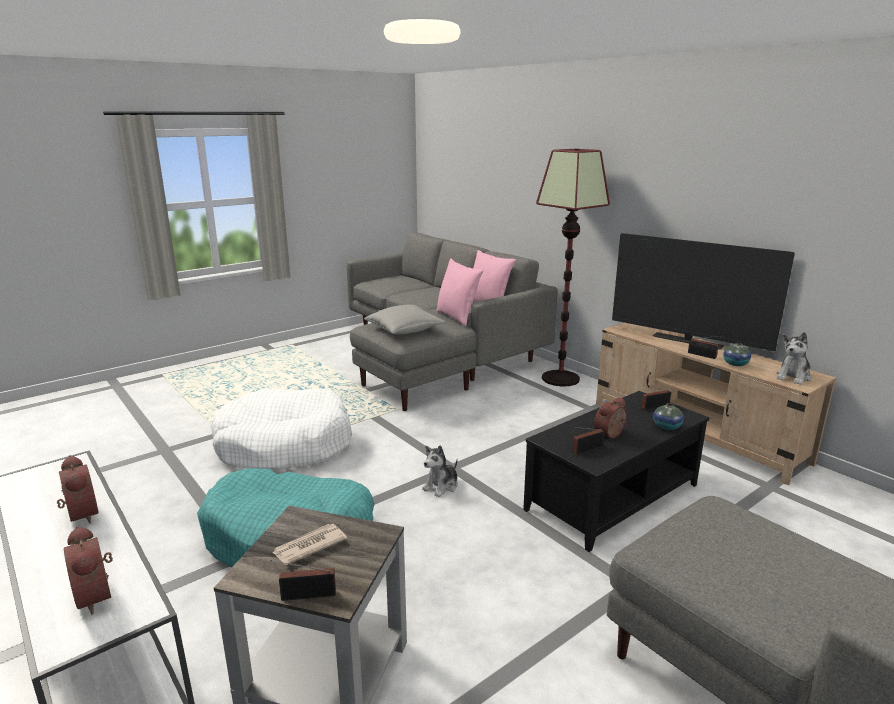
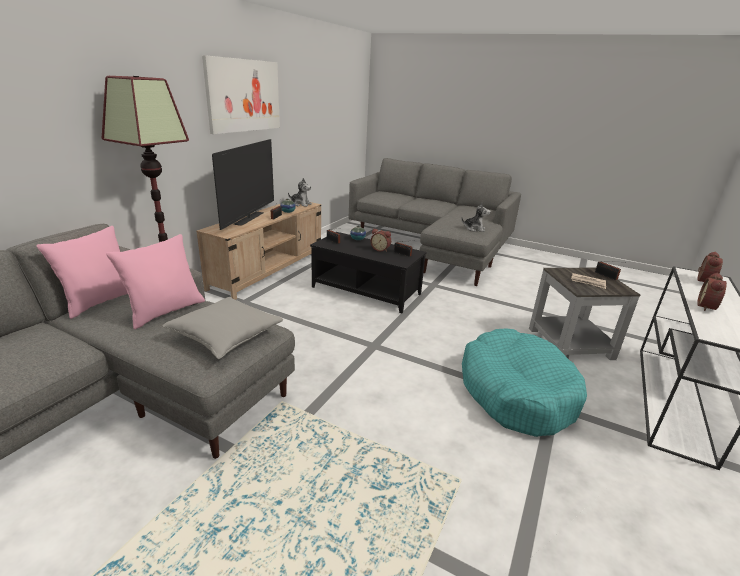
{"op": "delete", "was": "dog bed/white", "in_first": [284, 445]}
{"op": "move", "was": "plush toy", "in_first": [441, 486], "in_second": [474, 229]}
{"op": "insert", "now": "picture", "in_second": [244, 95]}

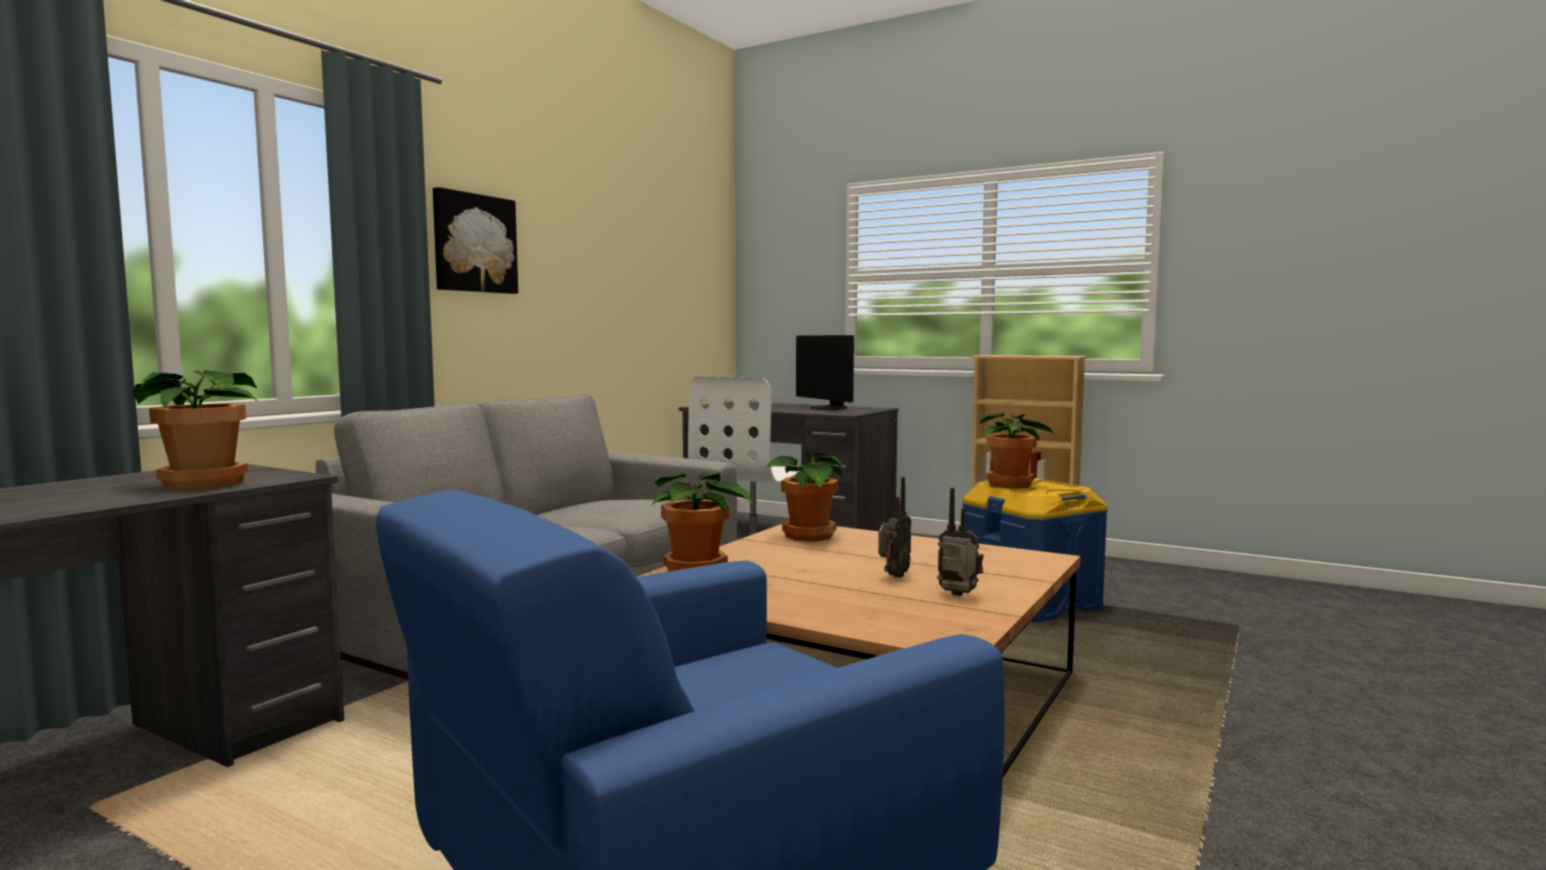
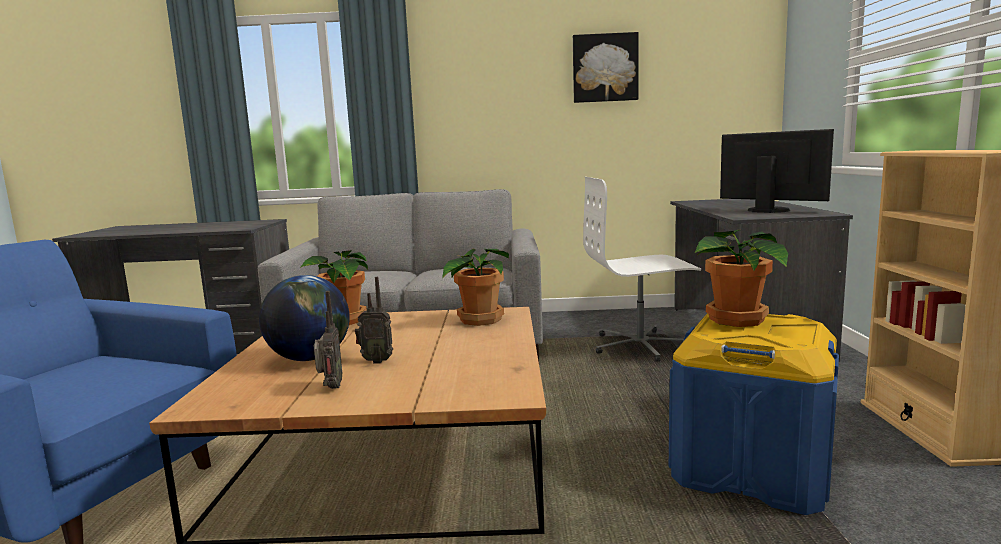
{"op": "delete", "was": "potted plant", "in_first": [203, 484]}
{"op": "move", "was": "picture", "in_first": [473, 243], "in_second": [605, 68]}
{"op": "rotate", "was": "monitor", "in_first": [826, 409], "in_second": [769, 210], "clockwise": 105}
{"op": "insert", "now": "globe", "in_second": [310, 358]}

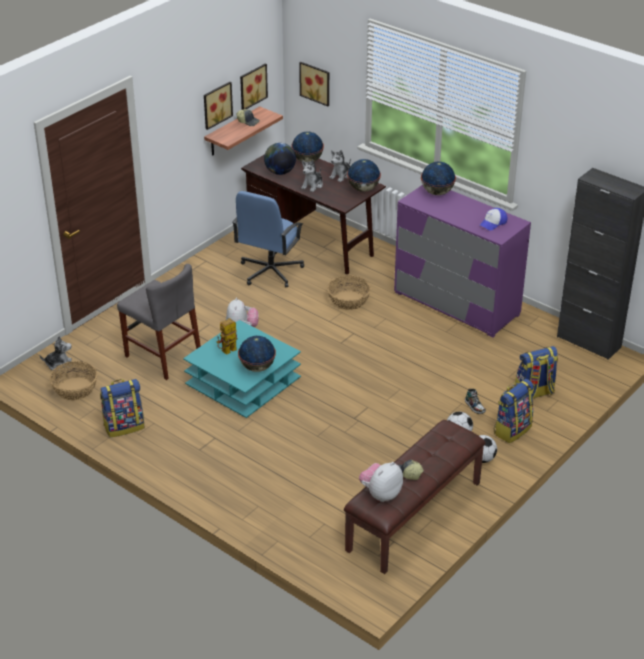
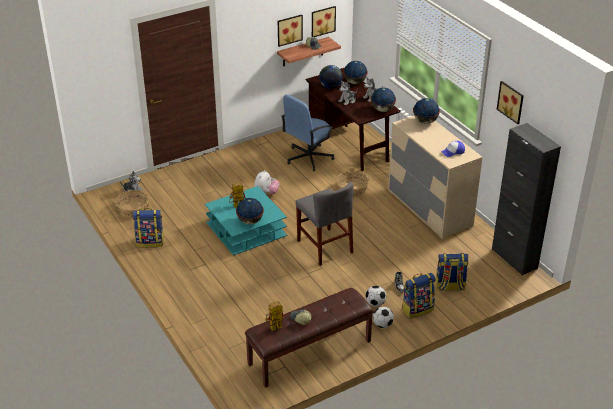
{"op": "move", "was": "chair/grey", "in_first": [163, 356], "in_second": [324, 246]}
{"op": "move", "was": "picture", "in_first": [316, 83], "in_second": [511, 101]}
{"op": "replace", "was": "plush toy", "now": "toy robot", "in_first": [381, 494], "in_second": [273, 328]}
{"op": "recolor", "was": "dresser/purple", "now": "dresser/beige", "in_first": [456, 303], "in_second": [429, 209]}

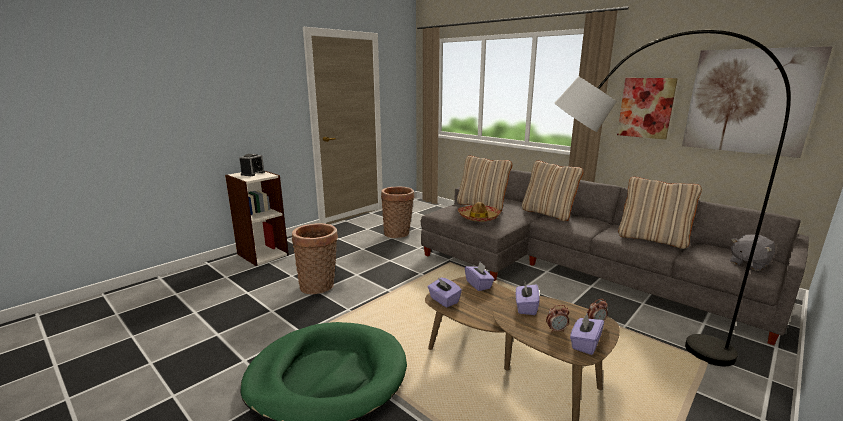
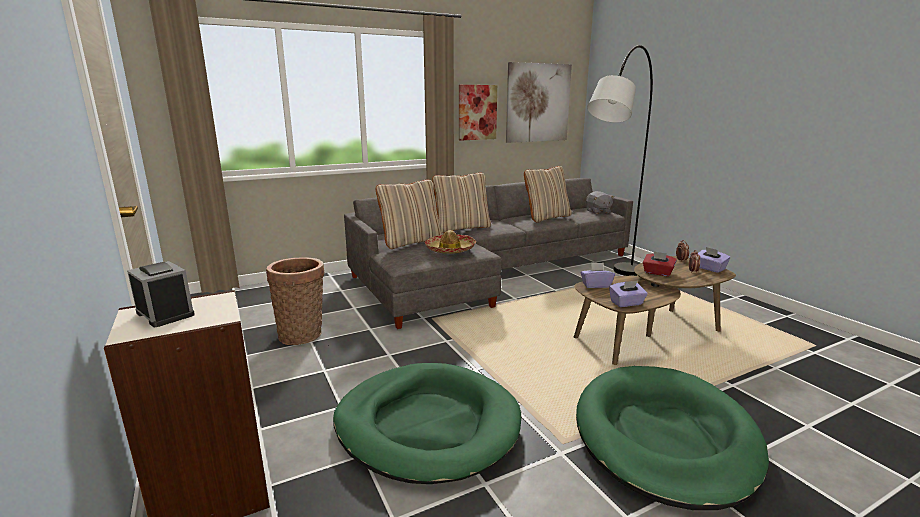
{"op": "replace", "was": "basket", "now": "dog bed/green", "in_first": [319, 286], "in_second": [427, 425]}
{"op": "recolor", "was": "tissue box/purple", "now": "tissue box/red", "in_first": [526, 307], "in_second": [657, 273]}

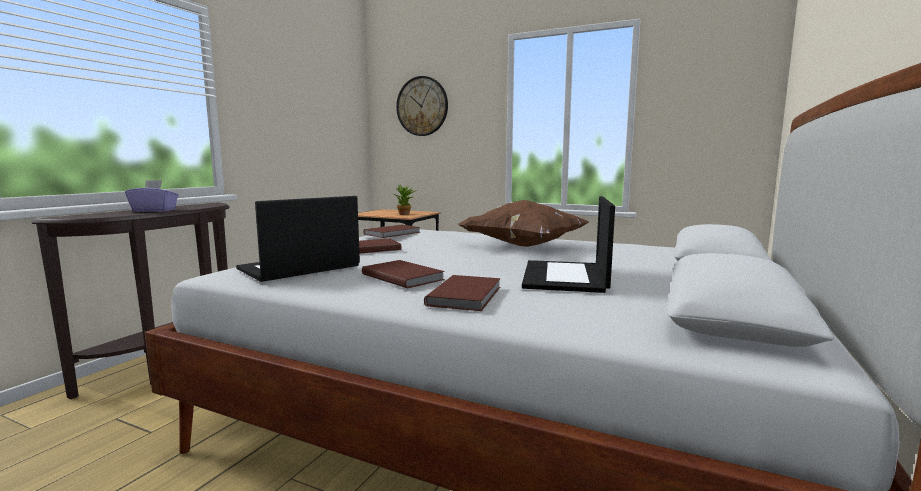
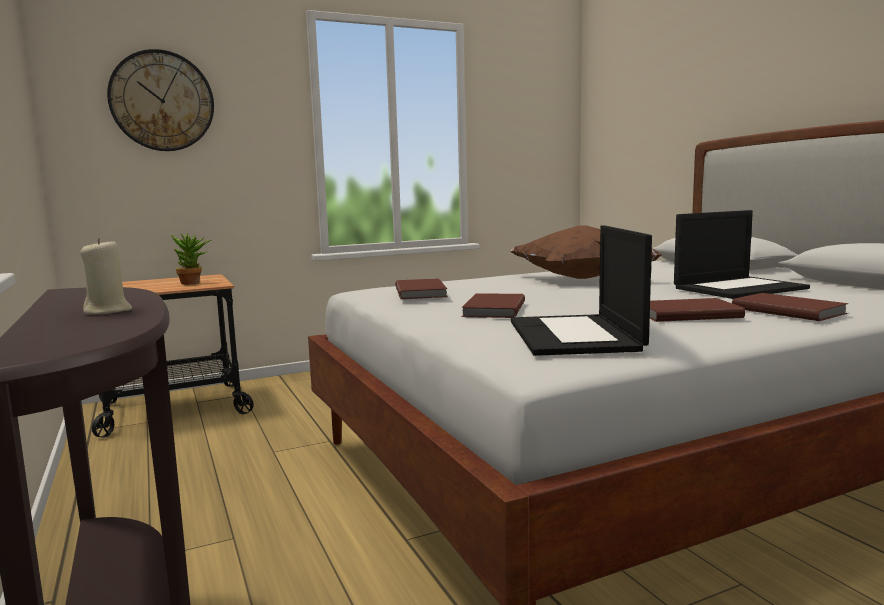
{"op": "replace", "was": "tissue box/purple", "now": "candle/beige", "in_first": [154, 210], "in_second": [108, 311]}
{"op": "rotate", "was": "laptop", "in_first": [565, 277], "in_second": [739, 288], "clockwise": -75}

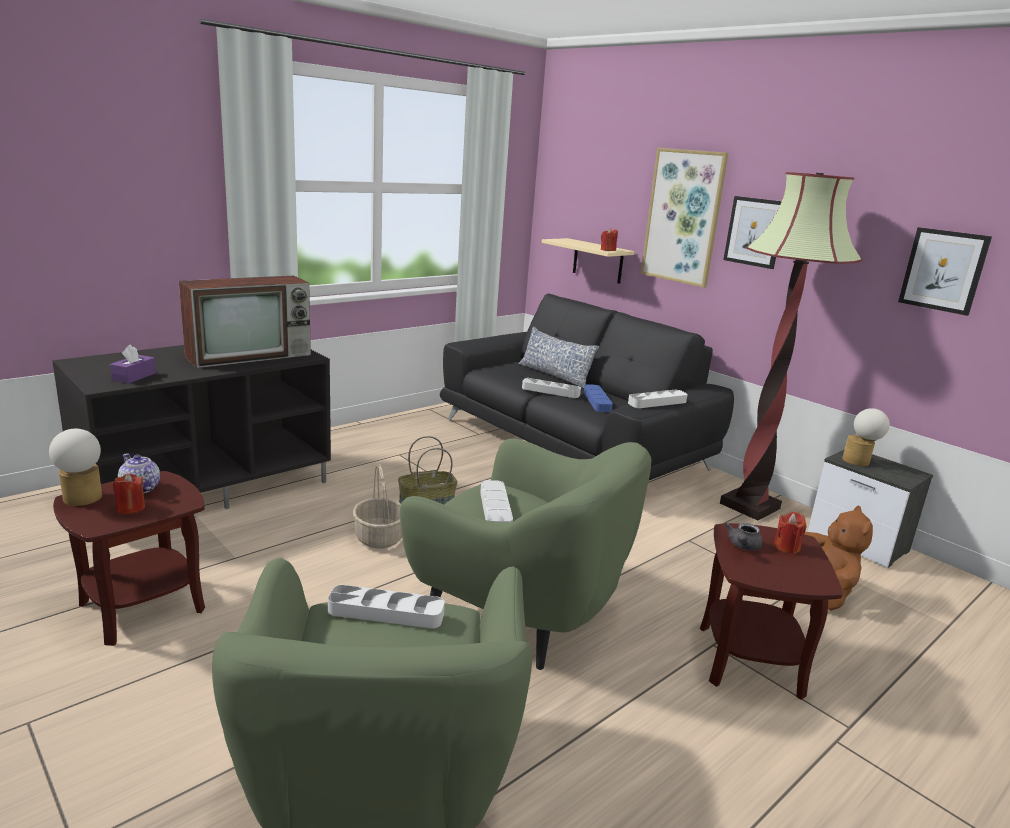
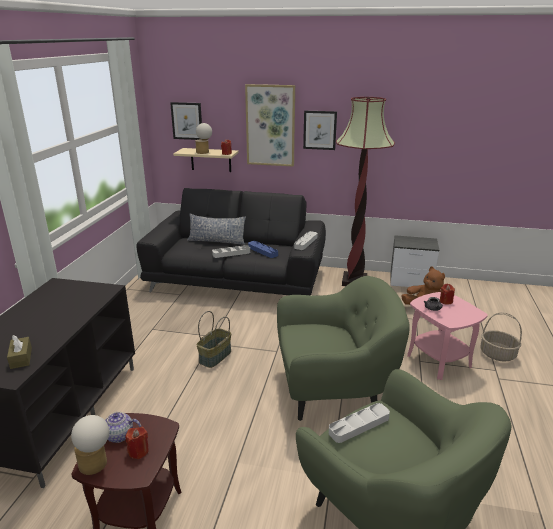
{"op": "recolor", "was": "tissue box/purple", "now": "tissue box/brown", "in_first": [134, 376], "in_second": [21, 358]}
{"op": "delete", "was": "television", "in_first": [251, 355]}
{"op": "move", "was": "basket", "in_first": [380, 538], "in_second": [498, 354]}
{"op": "delete", "was": "tray/grey", "in_first": [495, 510]}
{"op": "recolor", "was": "side table/brown", "now": "side table/pink", "in_first": [750, 661], "in_second": [439, 360]}
{"op": "move", "was": "table lamp", "in_first": [860, 461], "in_second": [204, 152]}
{"op": "move", "was": "picture", "in_first": [943, 270], "in_second": [187, 121]}

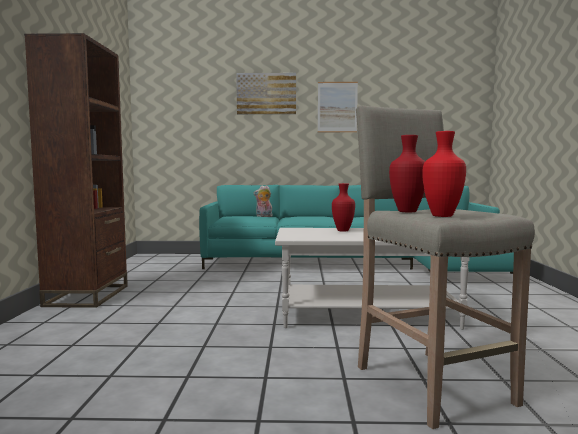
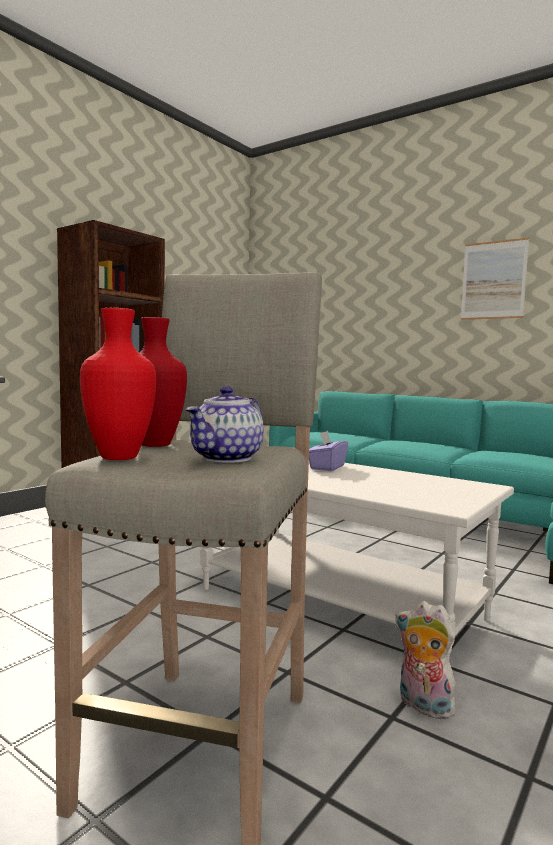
{"op": "delete", "was": "picture", "in_first": [266, 94]}
{"op": "move", "was": "plush toy", "in_first": [263, 216], "in_second": [422, 706]}
{"op": "replace", "was": "vase/red", "now": "tissue box/purple", "in_first": [343, 231], "in_second": [326, 467]}
{"op": "insert", "now": "teapot", "in_second": [227, 458]}

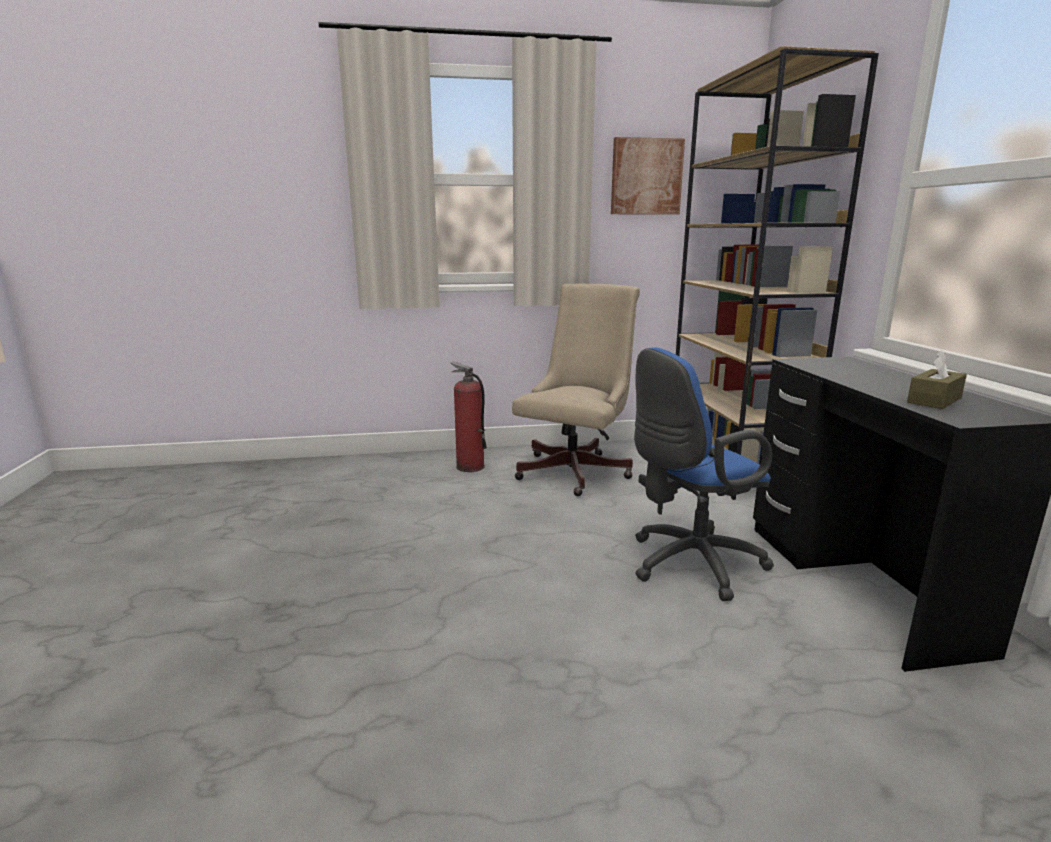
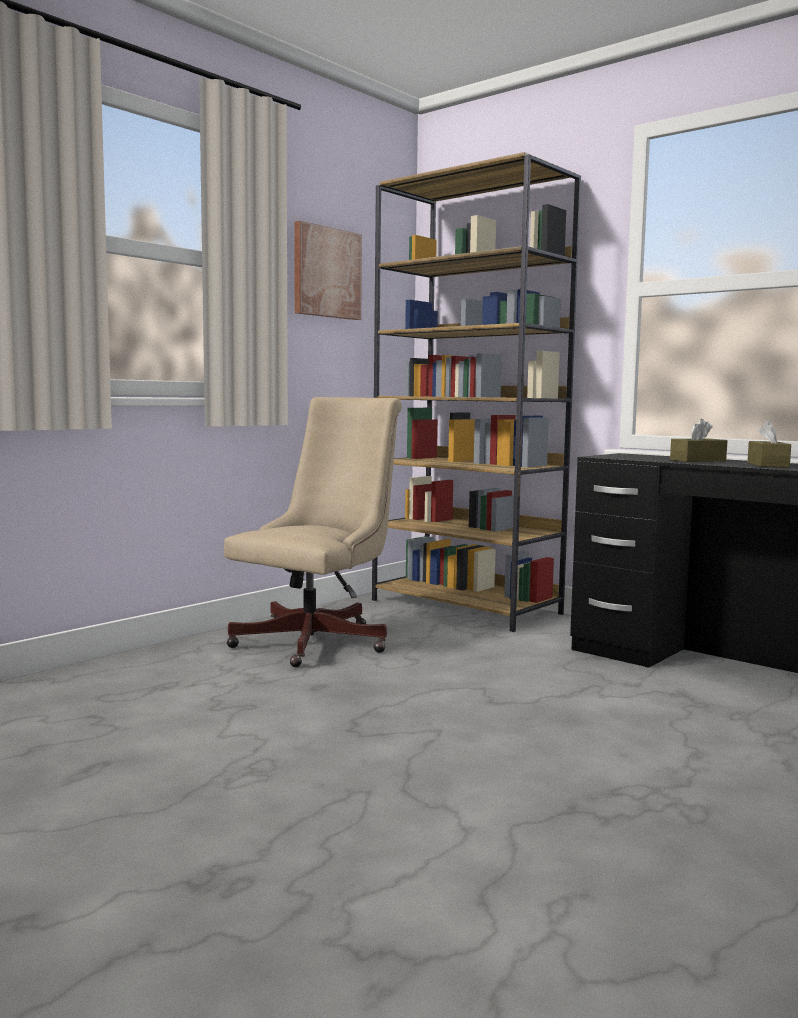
{"op": "delete", "was": "fire extinguisher", "in_first": [470, 466]}
{"op": "rotate", "was": "office chair/beige", "in_first": [577, 470], "in_second": [319, 641], "clockwise": 45}
{"op": "delete", "was": "office chair/blue", "in_first": [689, 564]}
{"op": "insert", "now": "tissue box/brown", "in_second": [697, 460]}

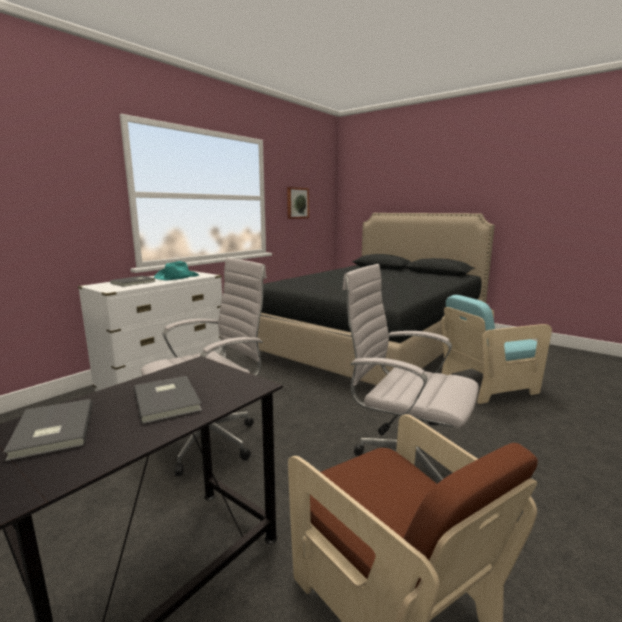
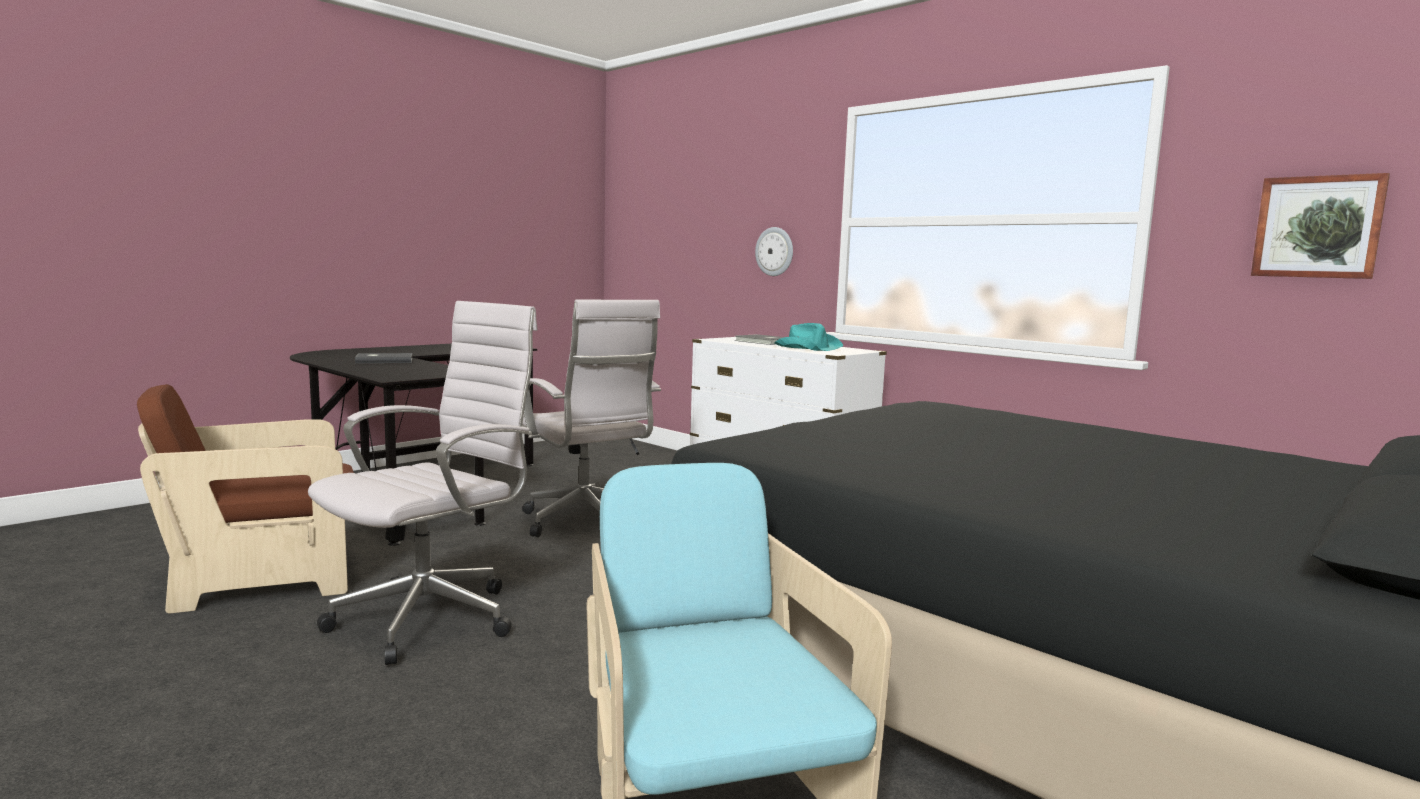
{"op": "delete", "was": "book/grey", "in_first": [168, 400]}
{"op": "insert", "now": "wall clock", "in_second": [775, 251]}

